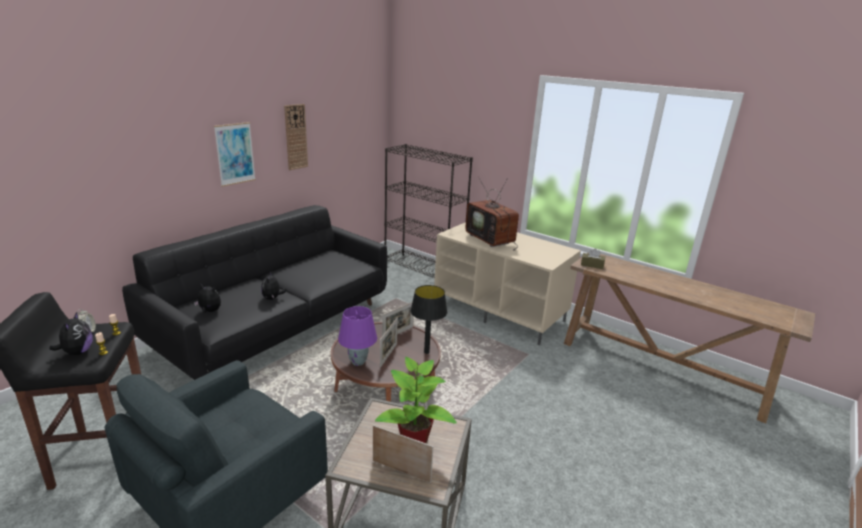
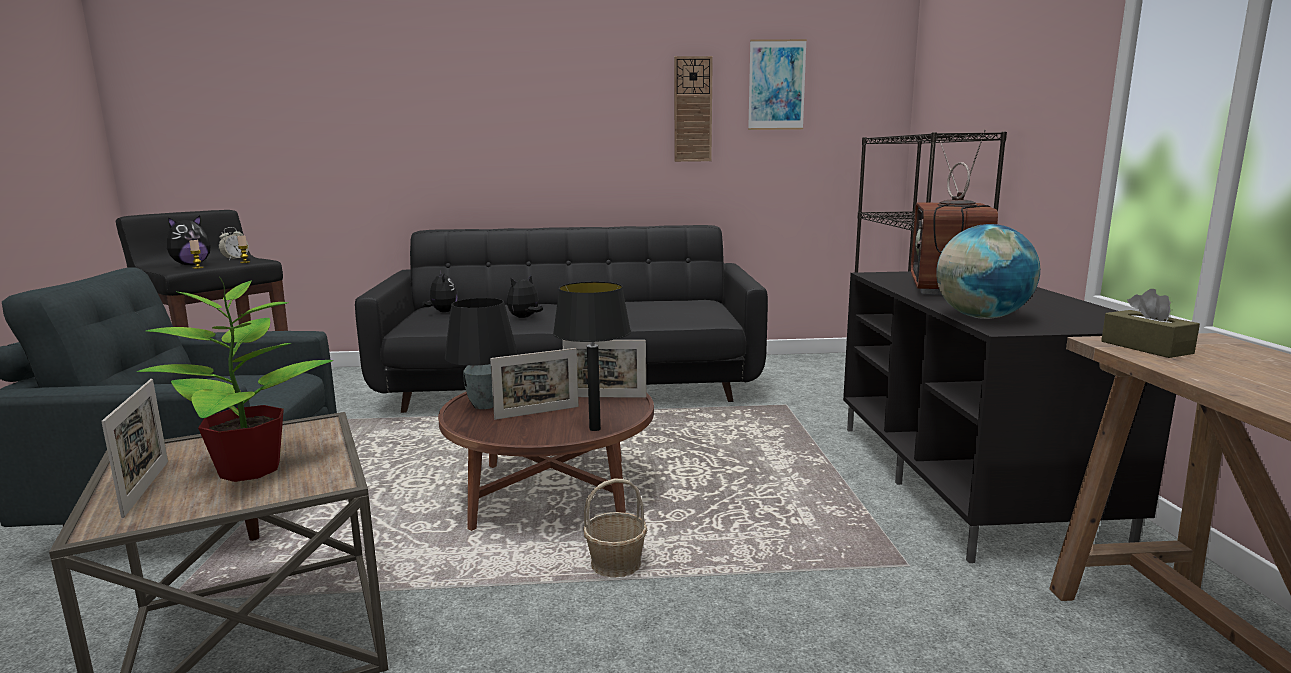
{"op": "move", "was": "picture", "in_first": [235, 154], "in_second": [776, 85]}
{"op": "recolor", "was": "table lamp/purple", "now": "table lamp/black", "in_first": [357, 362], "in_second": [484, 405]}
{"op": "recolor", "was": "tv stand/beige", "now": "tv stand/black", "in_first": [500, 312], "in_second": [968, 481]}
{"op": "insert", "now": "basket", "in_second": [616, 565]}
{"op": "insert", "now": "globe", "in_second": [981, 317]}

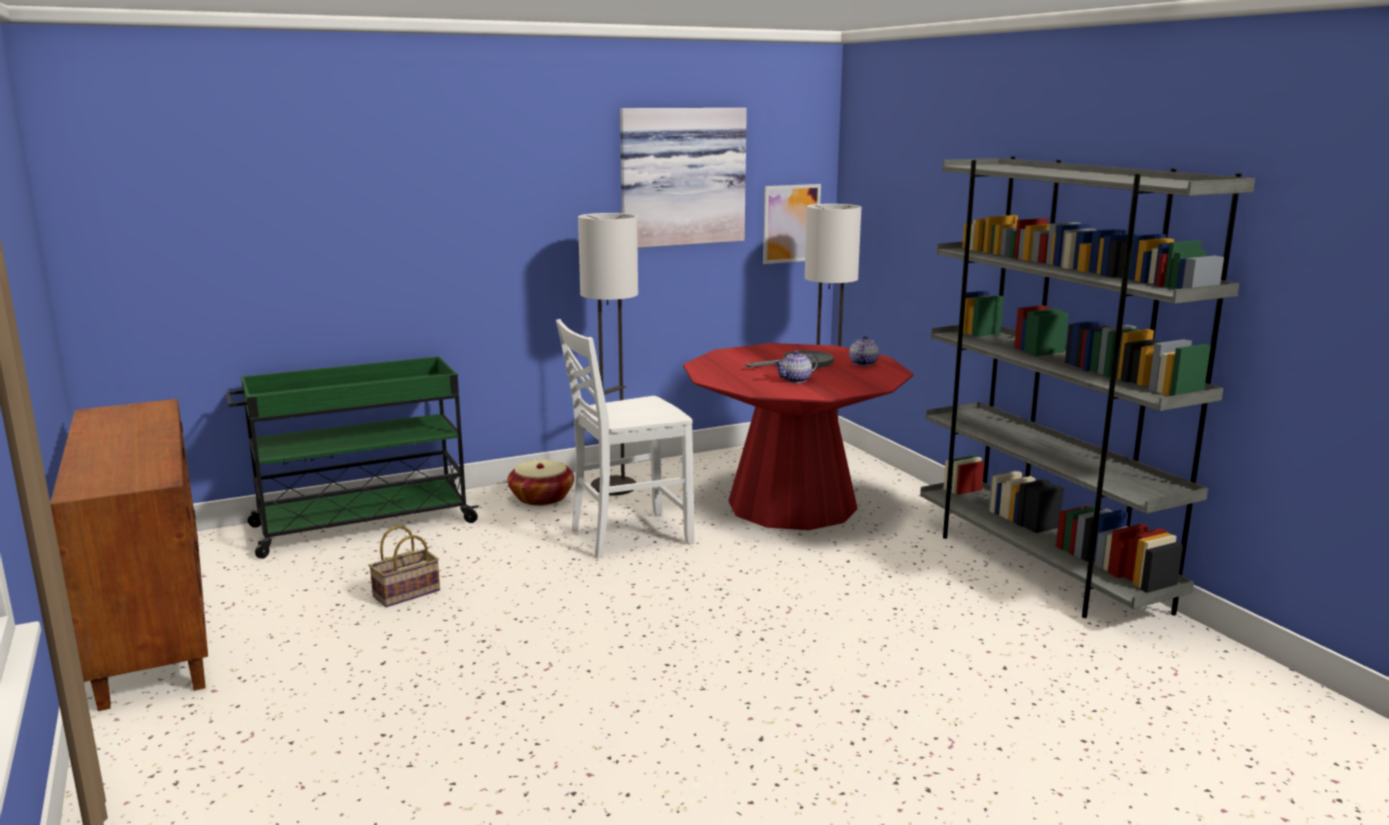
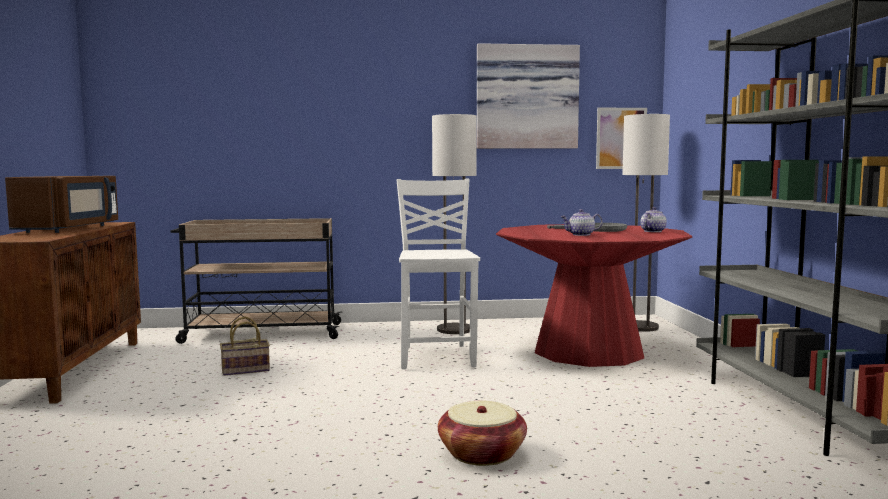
{"op": "recolor", "was": "cart/green", "now": "cart/beige", "in_first": [361, 525], "in_second": [261, 333]}
{"op": "move", "was": "basket", "in_first": [541, 498], "in_second": [482, 454]}
{"op": "rotate", "was": "chair/white", "in_first": [627, 536], "in_second": [437, 356], "clockwise": 90}
{"op": "insert", "now": "microwave/brown", "in_second": [70, 229]}

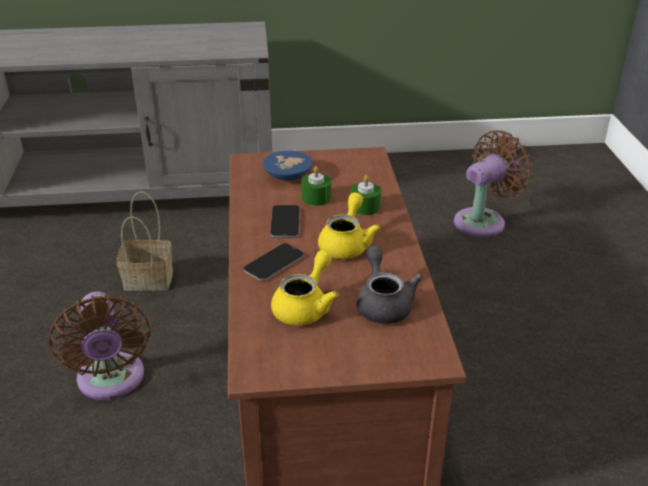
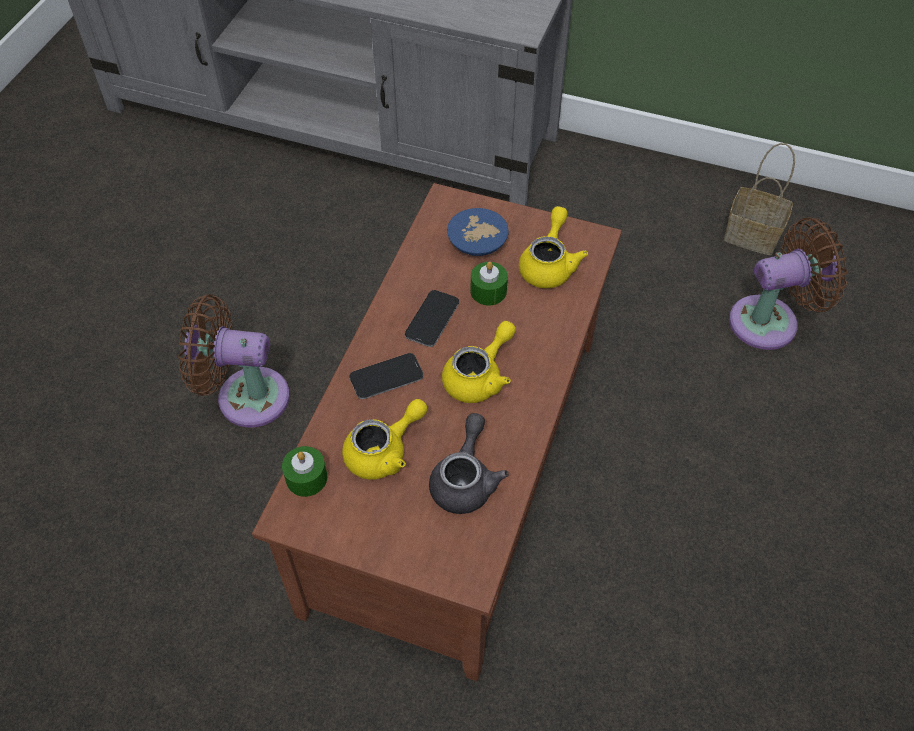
{"op": "rotate", "was": "fan/brown", "in_first": [111, 381], "in_second": [245, 396], "clockwise": 90}
{"op": "move", "was": "basket", "in_first": [150, 279], "in_second": [754, 235]}
{"op": "move", "was": "candle/green", "in_first": [365, 207], "in_second": [306, 478]}
{"op": "insert", "now": "teapot/yellow", "in_second": [549, 264]}

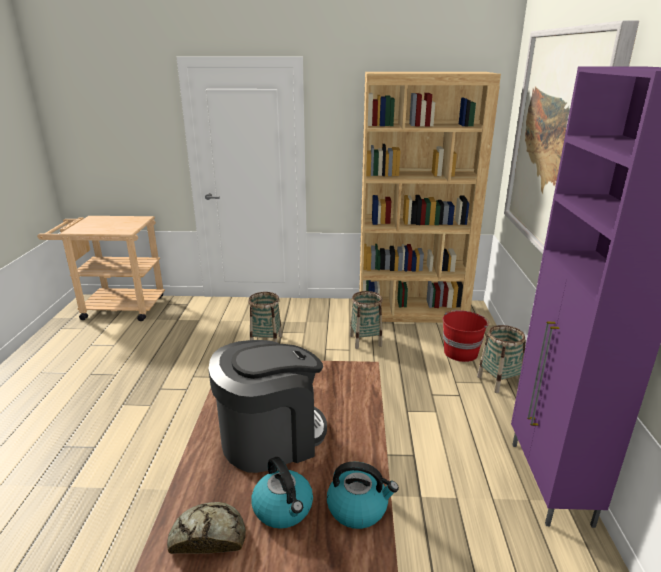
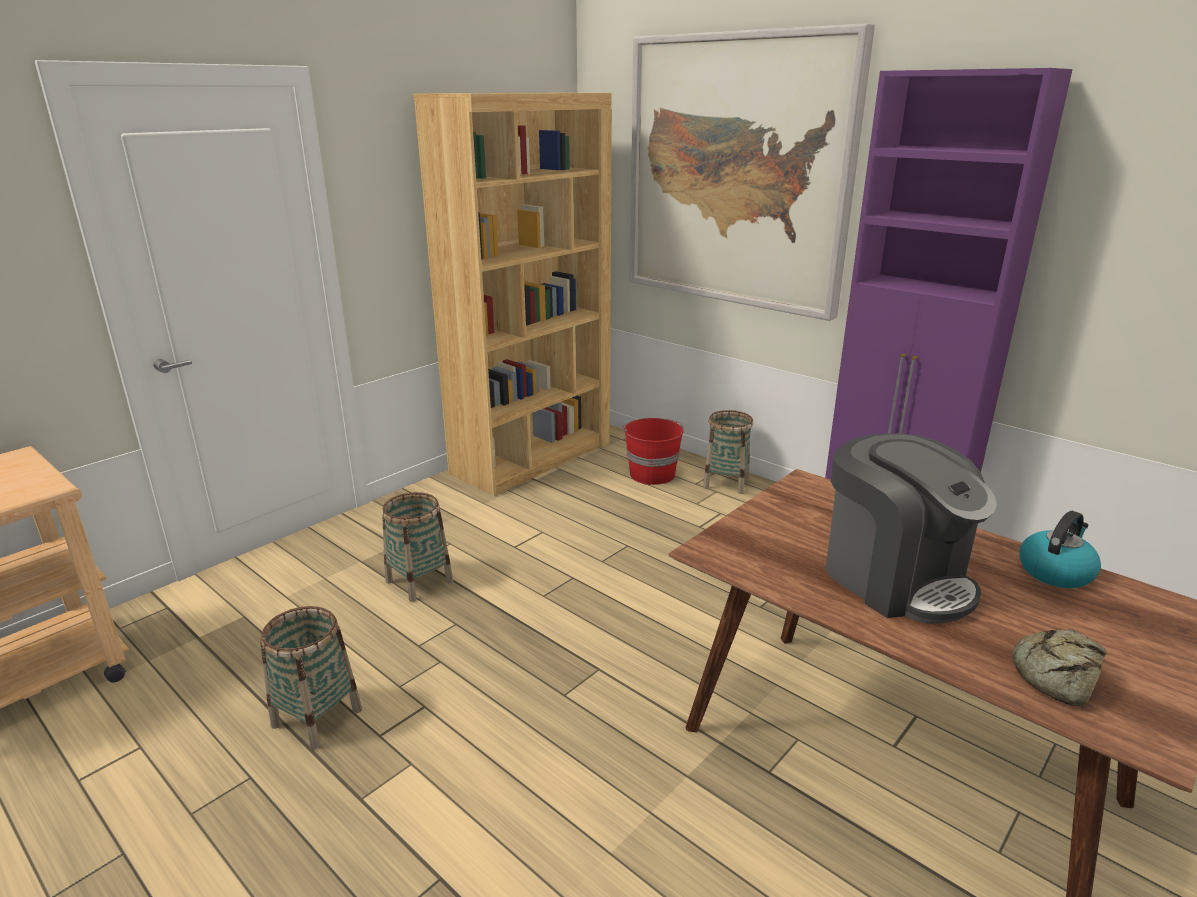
{"op": "rotate", "was": "coffee machine", "in_first": [271, 437], "in_second": [895, 578], "clockwise": 135}
{"op": "delete", "was": "kettle", "in_first": [283, 509]}
{"op": "move", "was": "basket", "in_first": [365, 340], "in_second": [316, 718]}

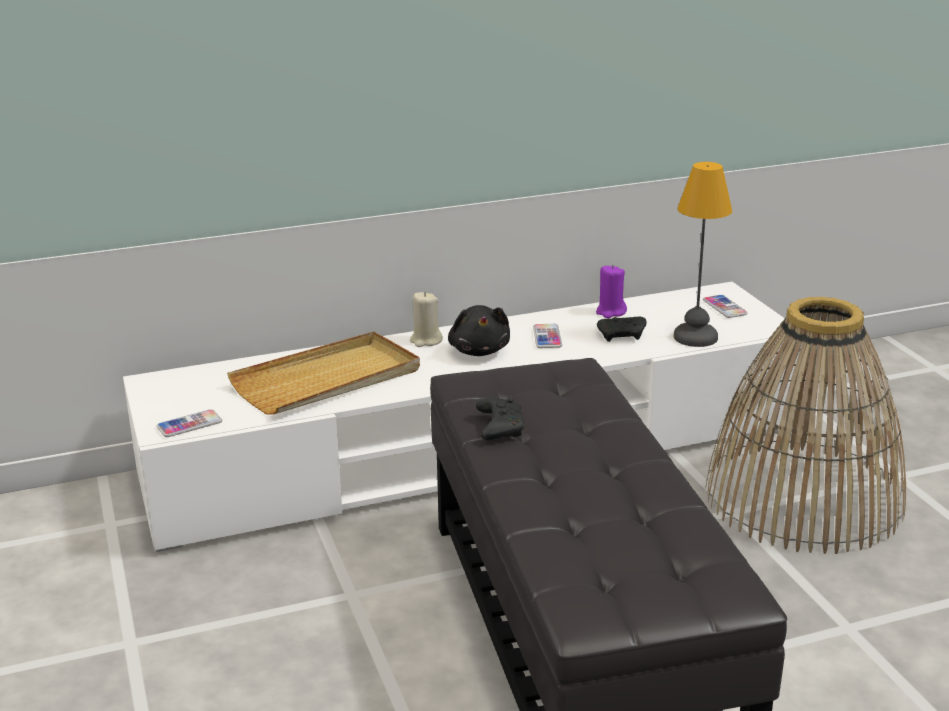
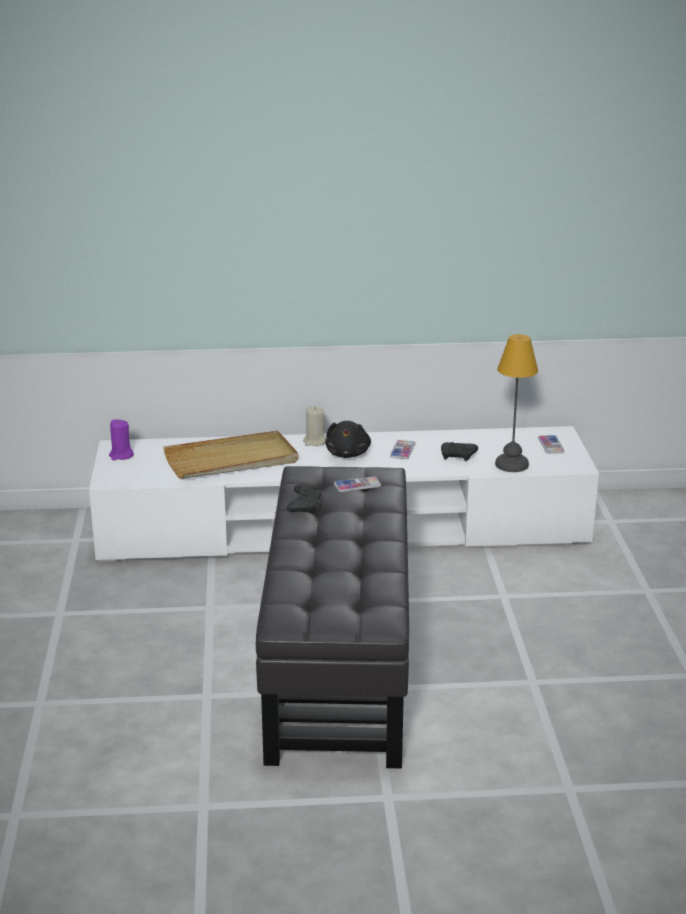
{"op": "move", "was": "phone", "in_first": [189, 424], "in_second": [357, 485]}
{"op": "move", "was": "candle/purple", "in_first": [610, 312], "in_second": [121, 455]}
{"op": "delete", "was": "basket", "in_first": [802, 498]}

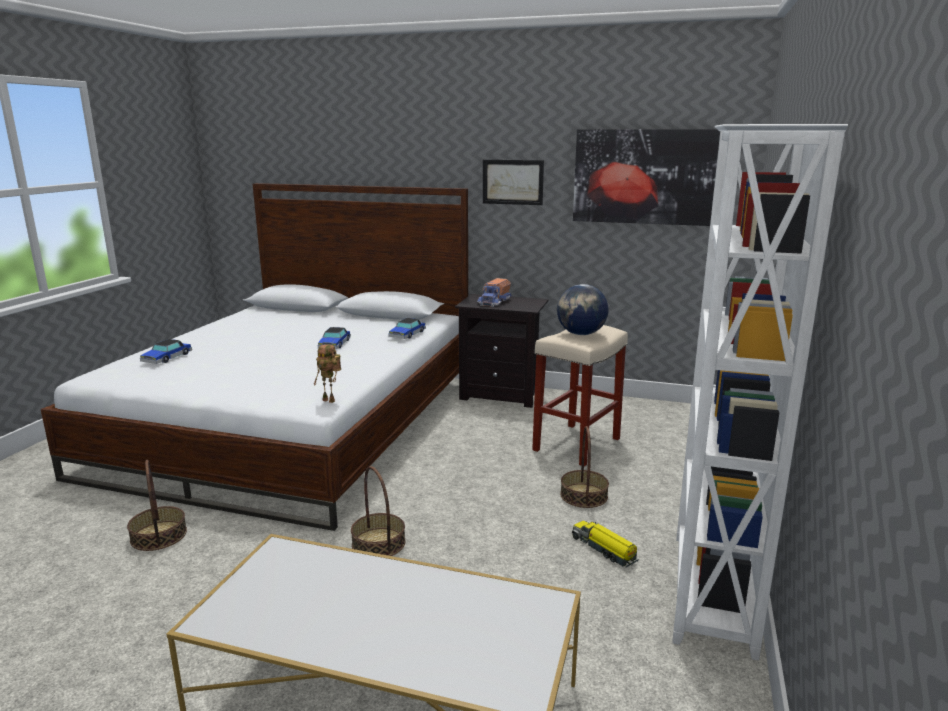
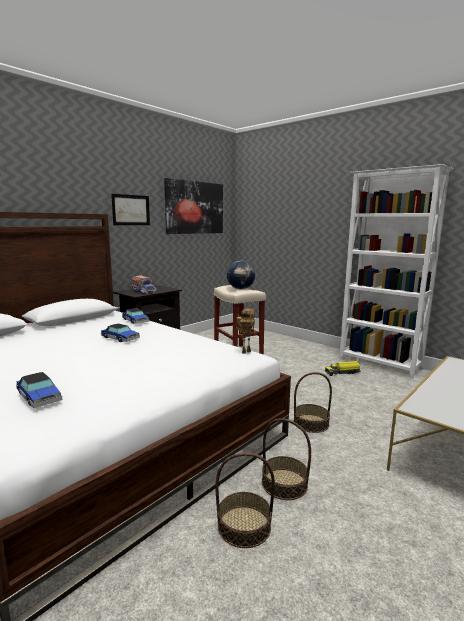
{"op": "move", "was": "basket", "in_first": [583, 495], "in_second": [284, 484]}

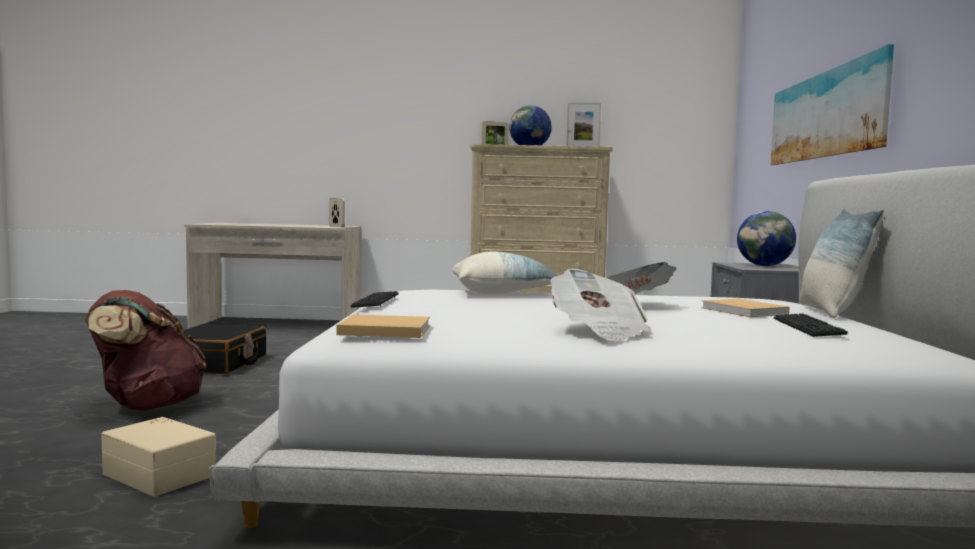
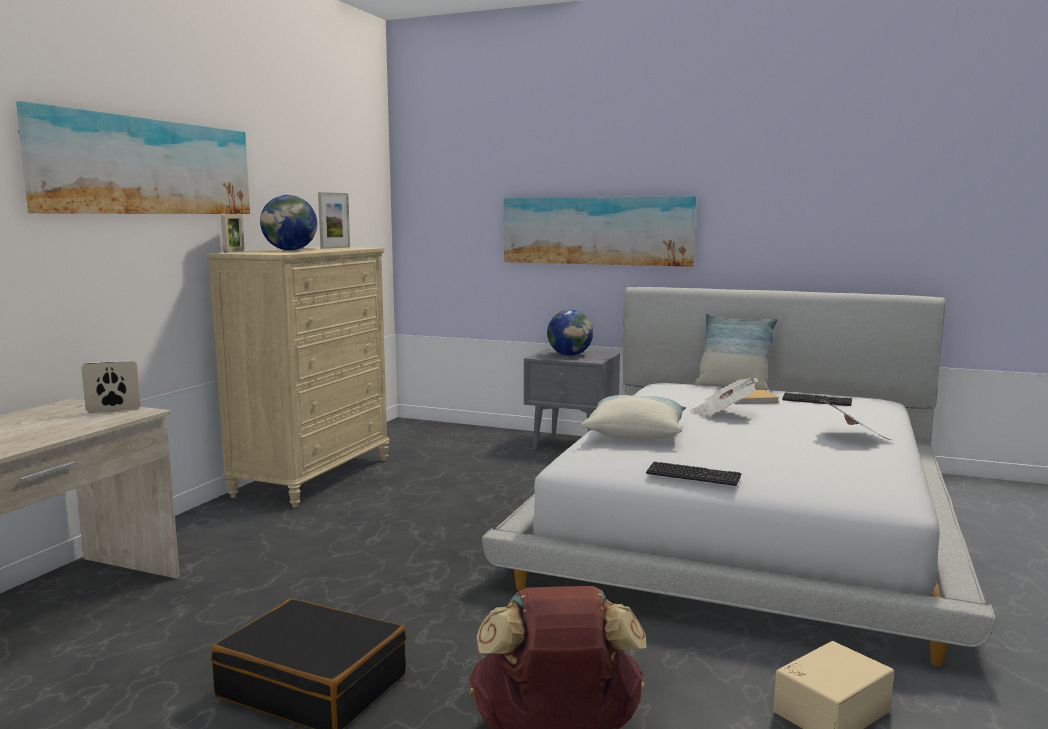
{"op": "delete", "was": "book/beige", "in_first": [382, 330]}
{"op": "insert", "now": "picture", "in_second": [146, 166]}

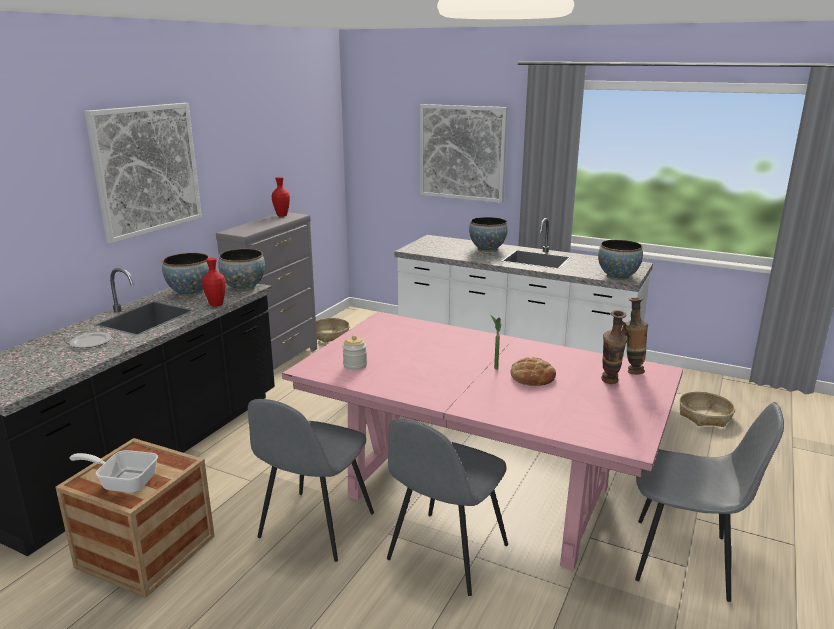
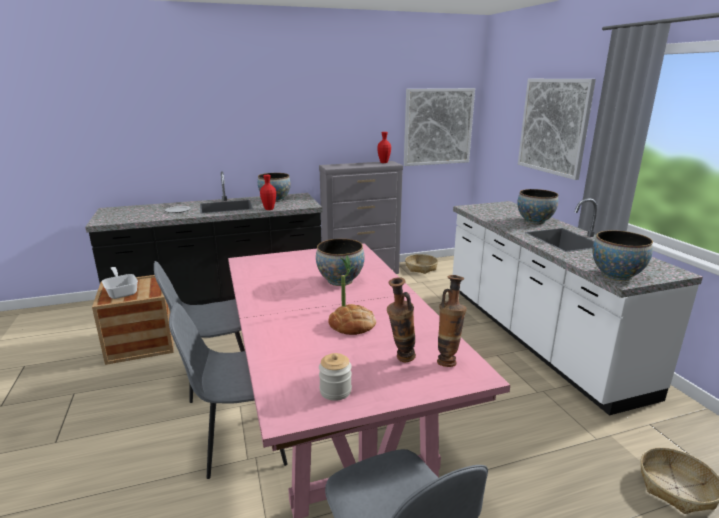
{"op": "move", "was": "picture", "in_first": [147, 169], "in_second": [438, 127]}
{"op": "move", "was": "bowl", "in_first": [243, 287], "in_second": [340, 281]}
{"op": "move", "was": "jar", "in_first": [355, 365], "in_second": [335, 391]}

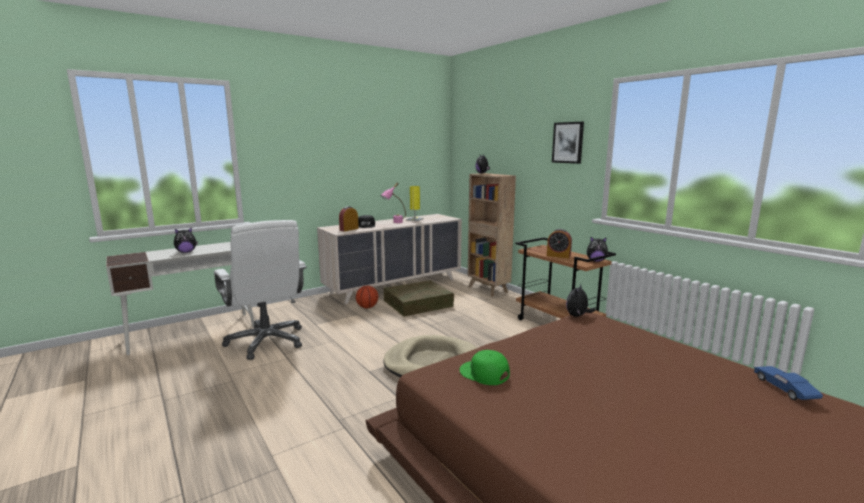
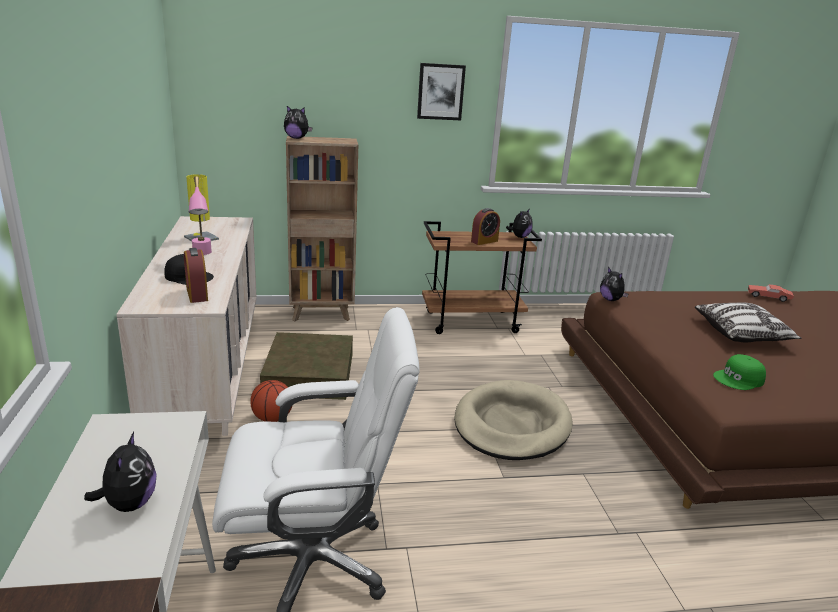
{"op": "recolor", "was": "toy car/blue", "now": "toy car/red", "in_first": [784, 389], "in_second": [768, 297]}
{"op": "insert", "now": "pillow", "in_second": [742, 334]}

